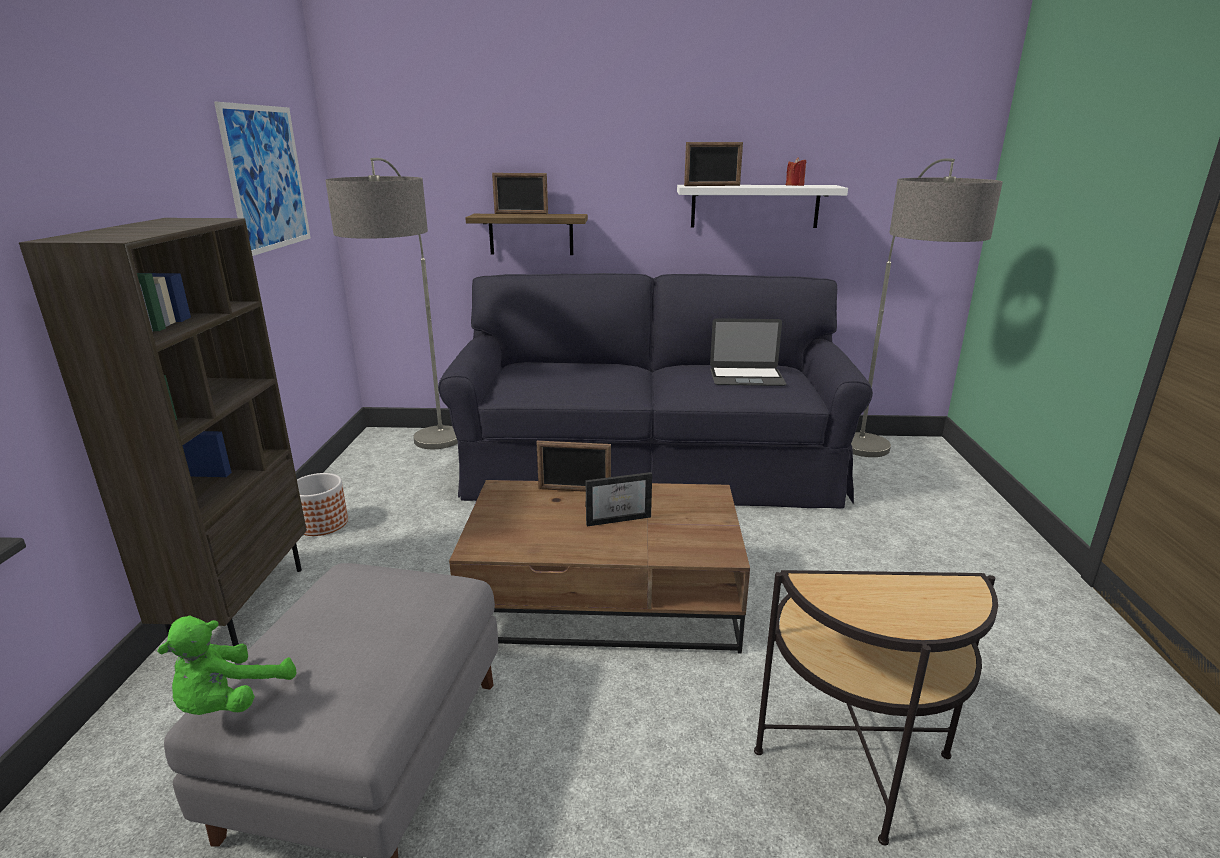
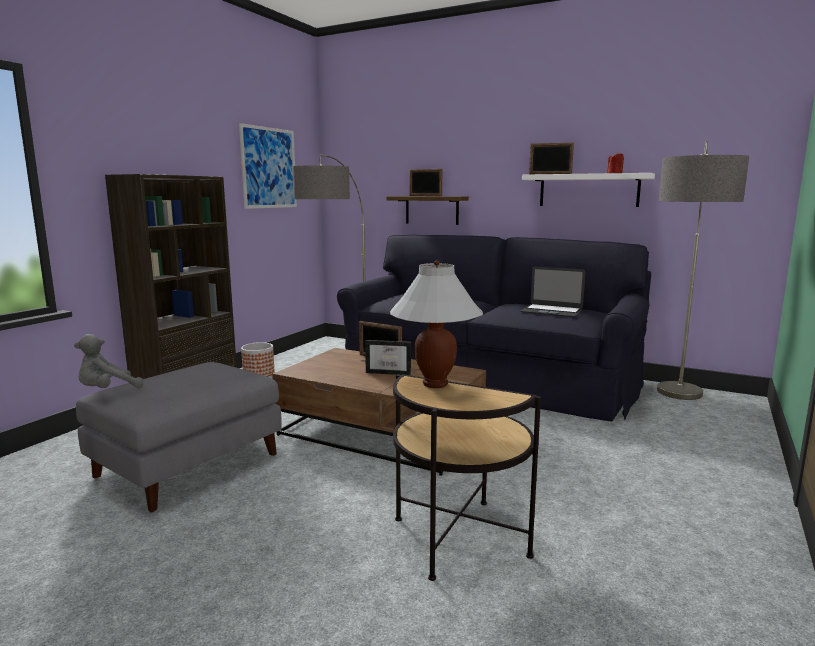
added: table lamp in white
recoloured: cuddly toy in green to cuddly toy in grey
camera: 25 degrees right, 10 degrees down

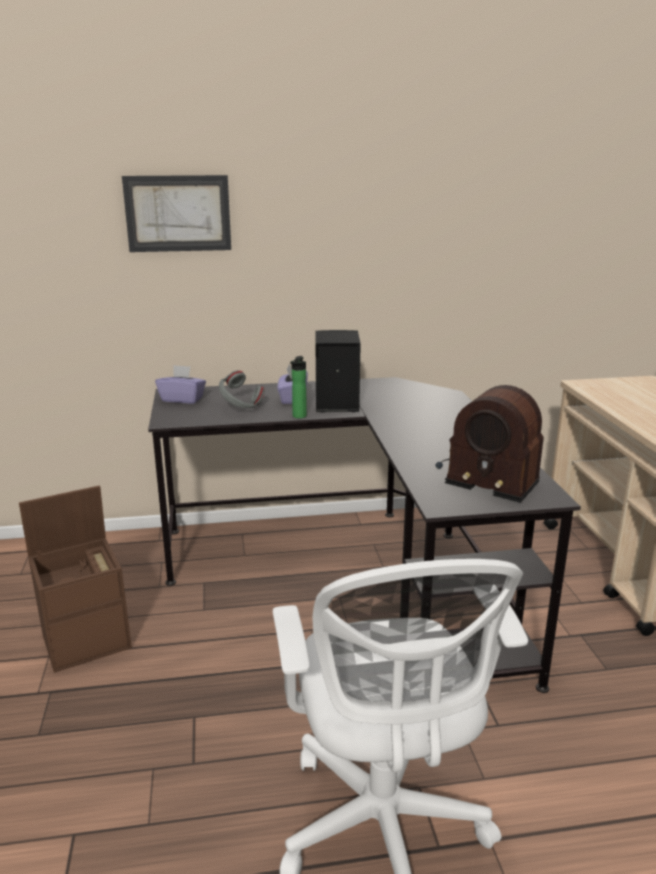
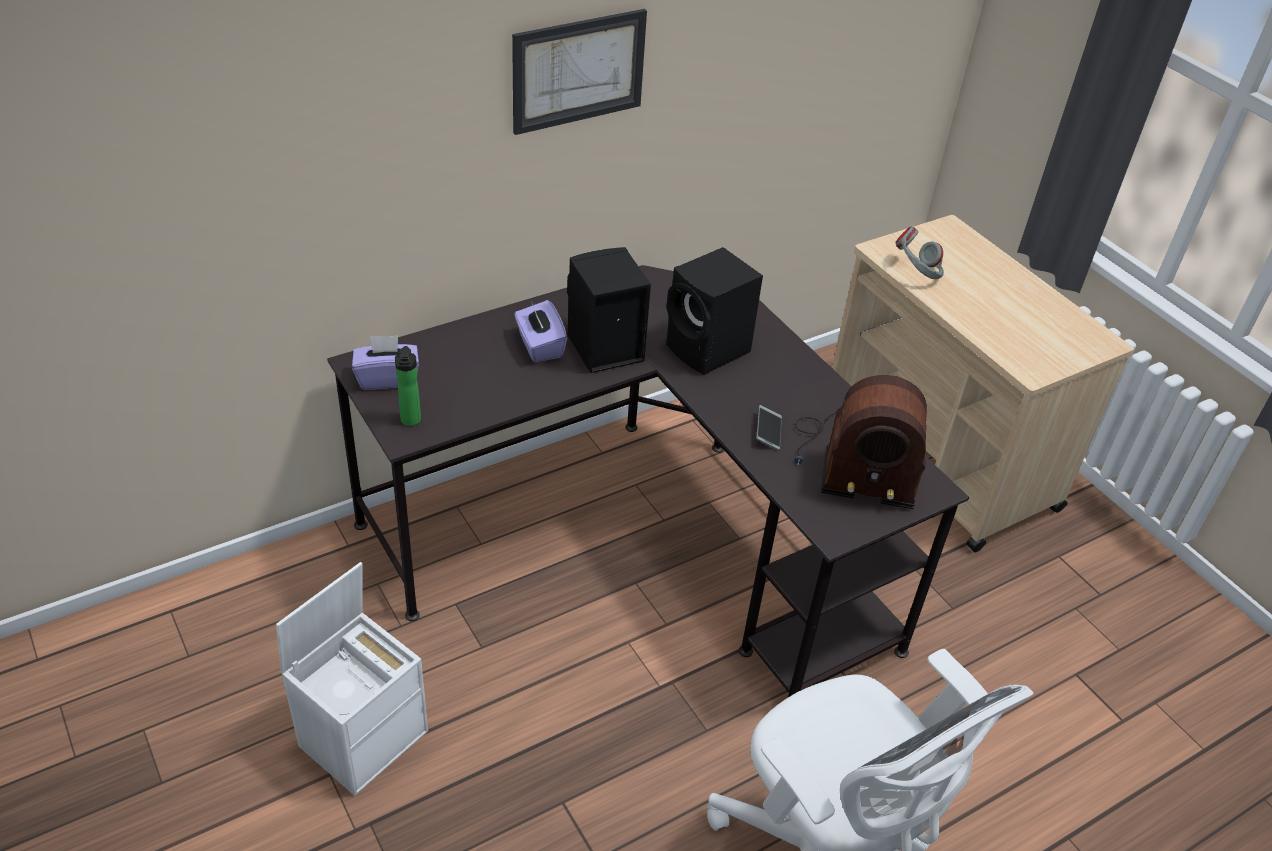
added: speaker in black (2nd from left); handset
moved: wall picture; headset in grey; bottle
recoloured: storage container in brownish to storage container in white
camera: 25 degrees left, 20 degrees up

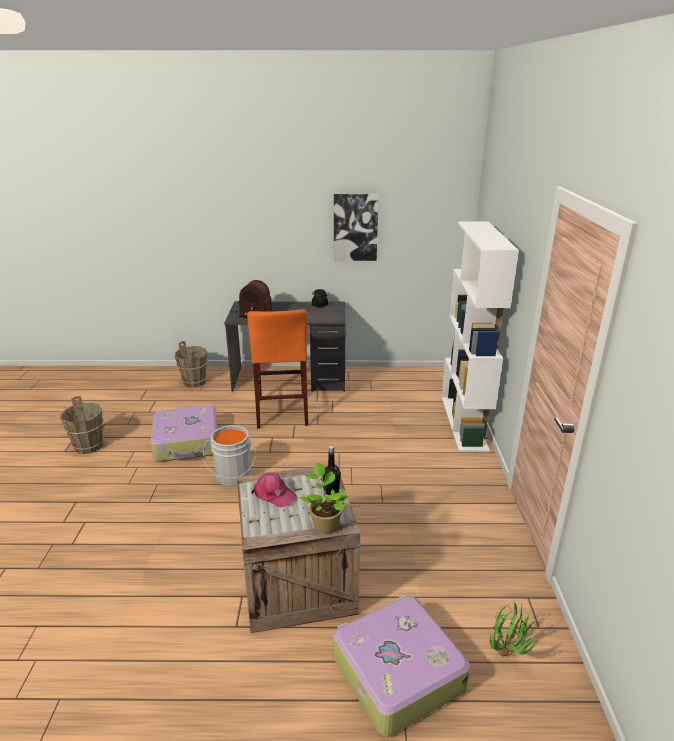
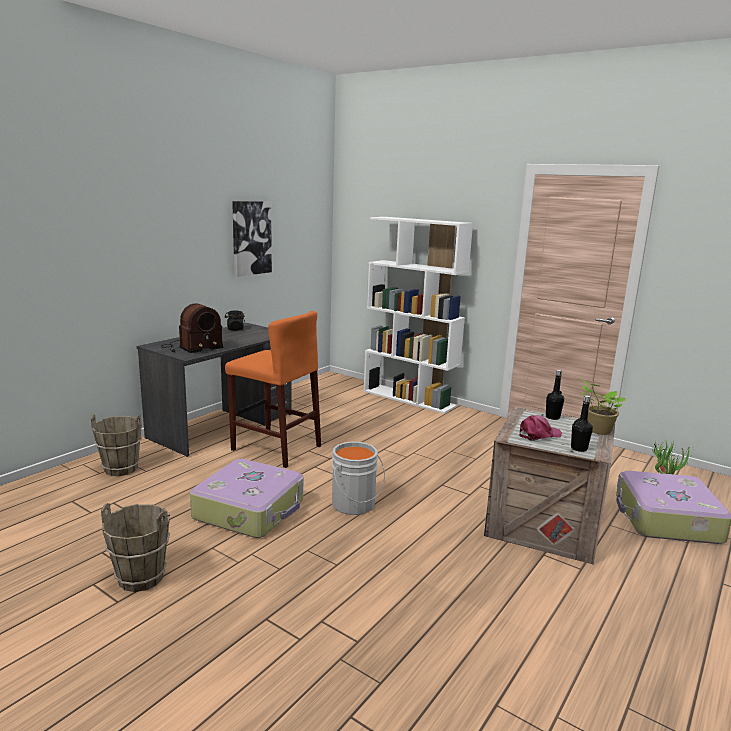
added: bottle in black (2nd from left)
camera: 55 degrees left, 10 degrees down

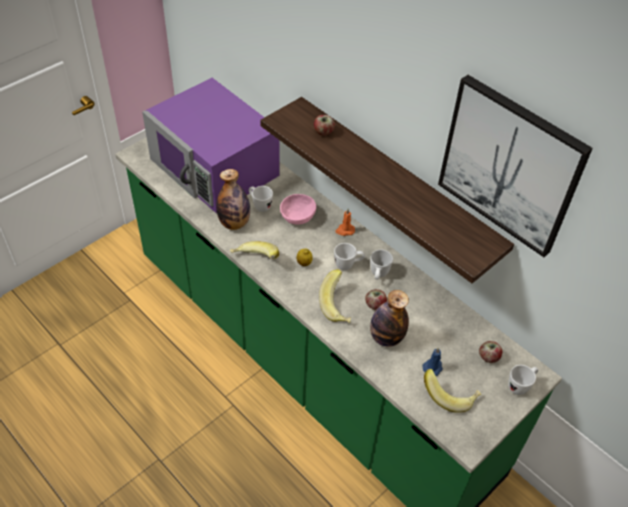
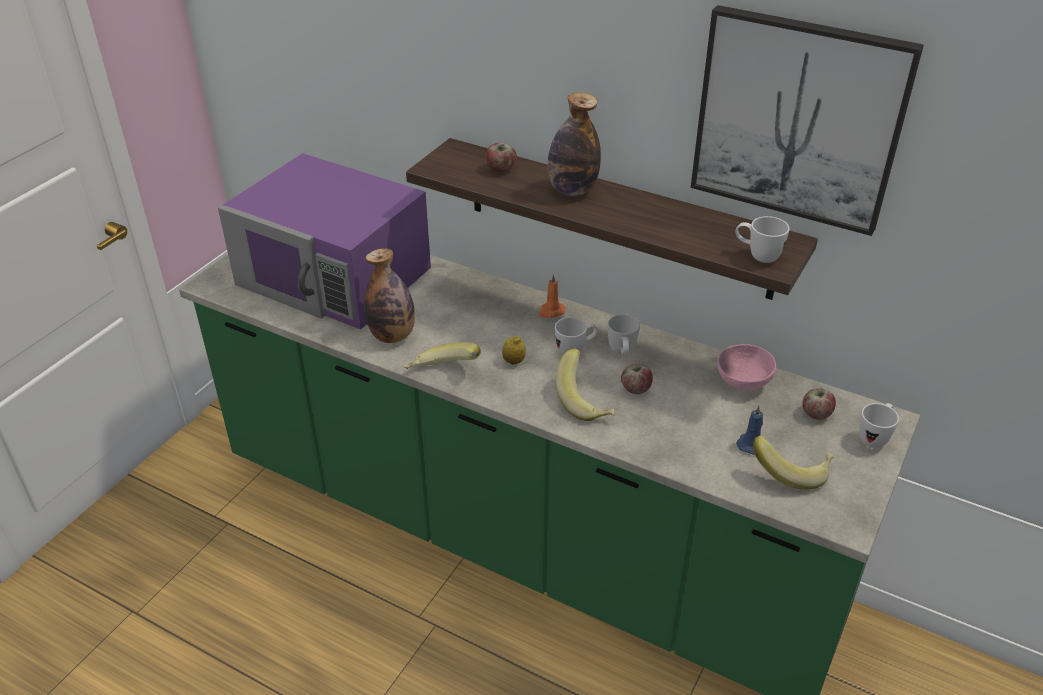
moved: tea mug in white (1st from left in the first image) to tea mug in white (3rd from left); deep dish in pinkish; bottle (2nd from left)
camera: 15 degrees left, 10 degrees down

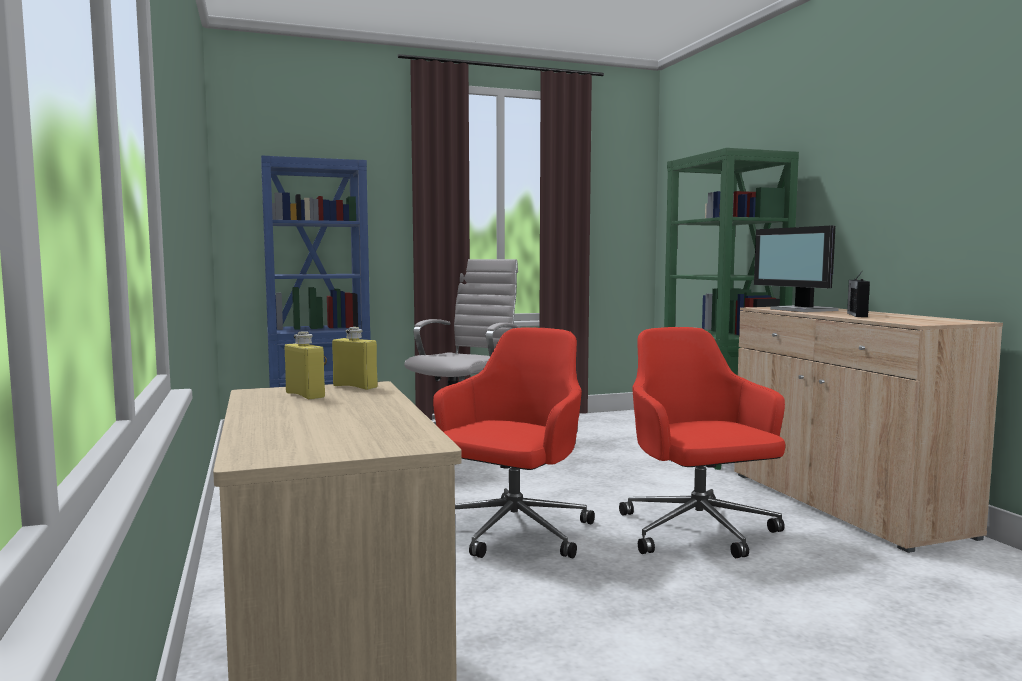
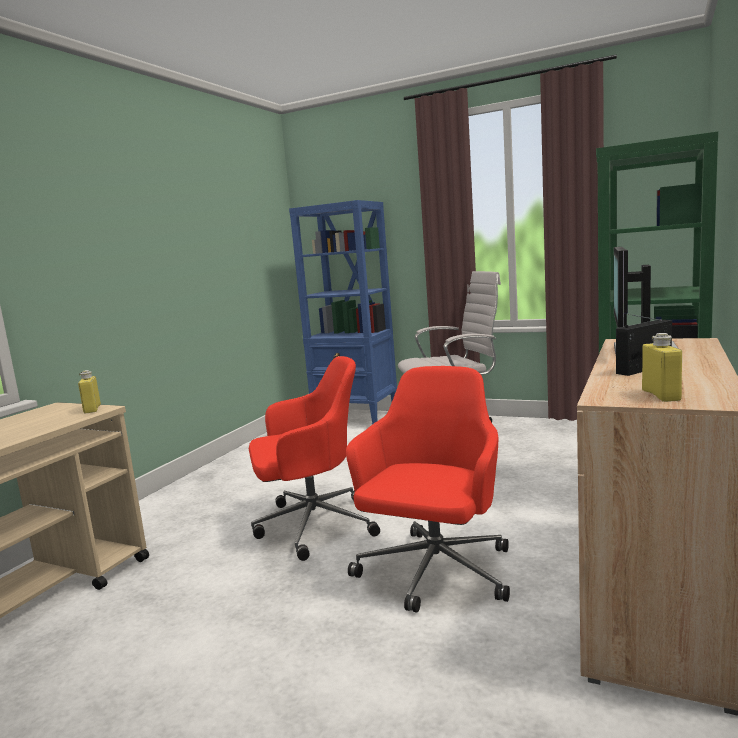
moved: bottle in yellow-coloured (1st from left in the first image) to bottle in yellow-coloured (2nd from left)
camera: 45 degrees right, 5 degrees up

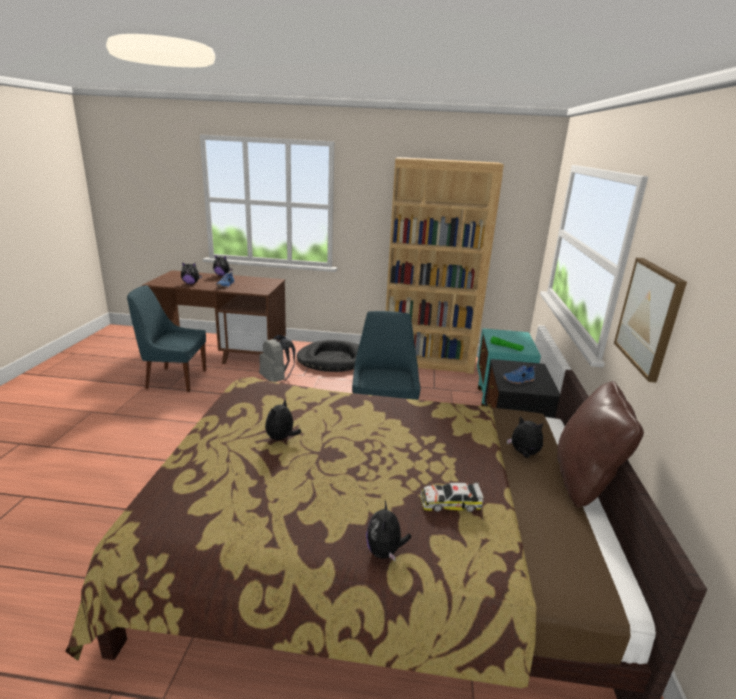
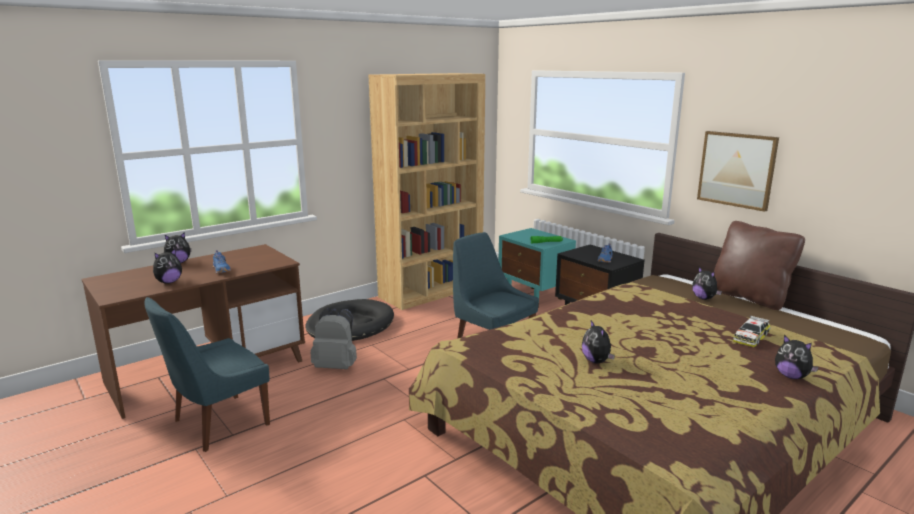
turned: cuddly toy (5th from left in the first image) 105 degrees counterclockwise
camera: 45 degrees left, 5 degrees down

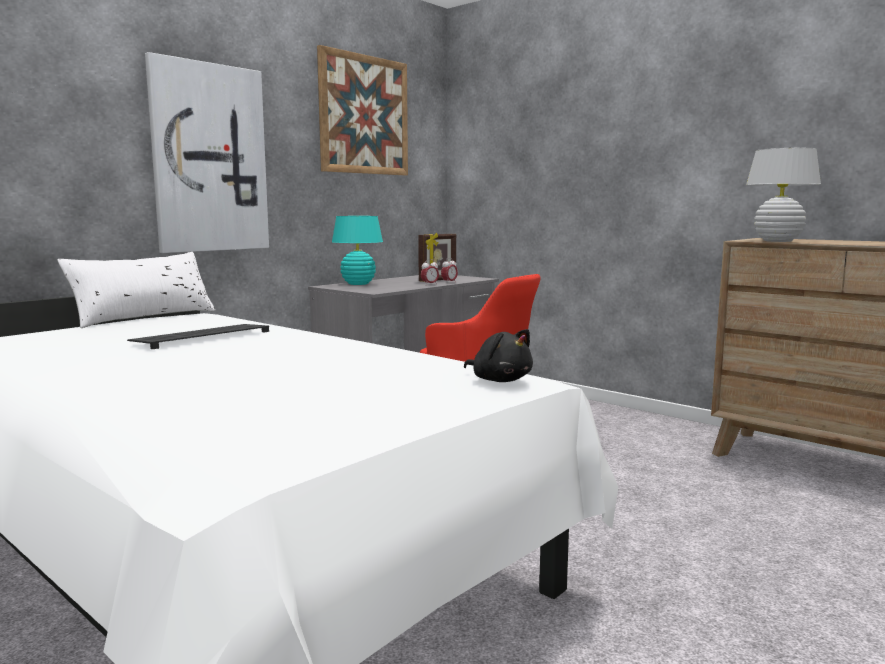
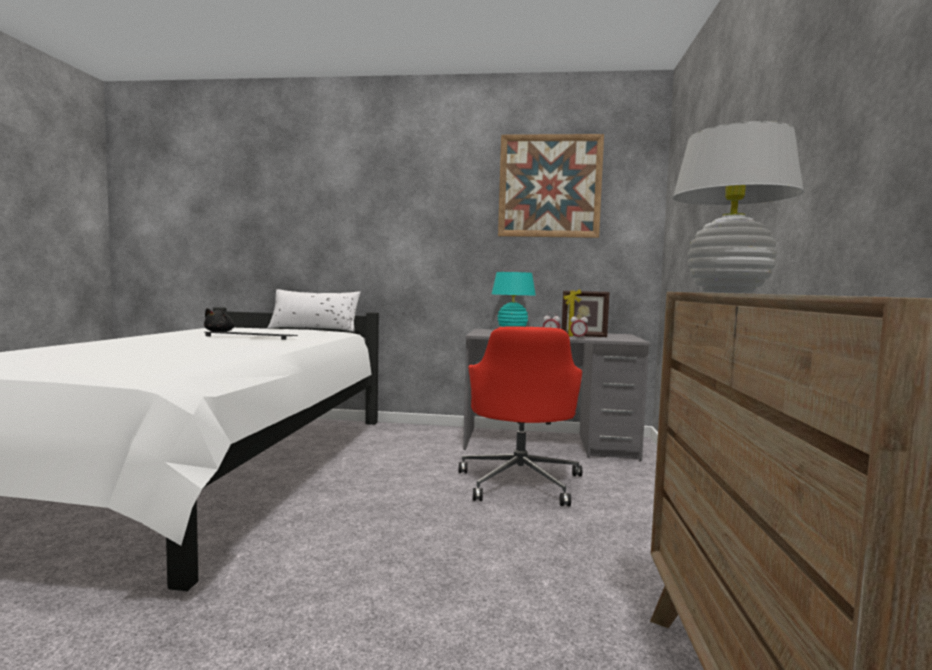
removed: wall picture (1st from left)
moved: cuddly toy in black
camera: 55 degrees right, 5 degrees down

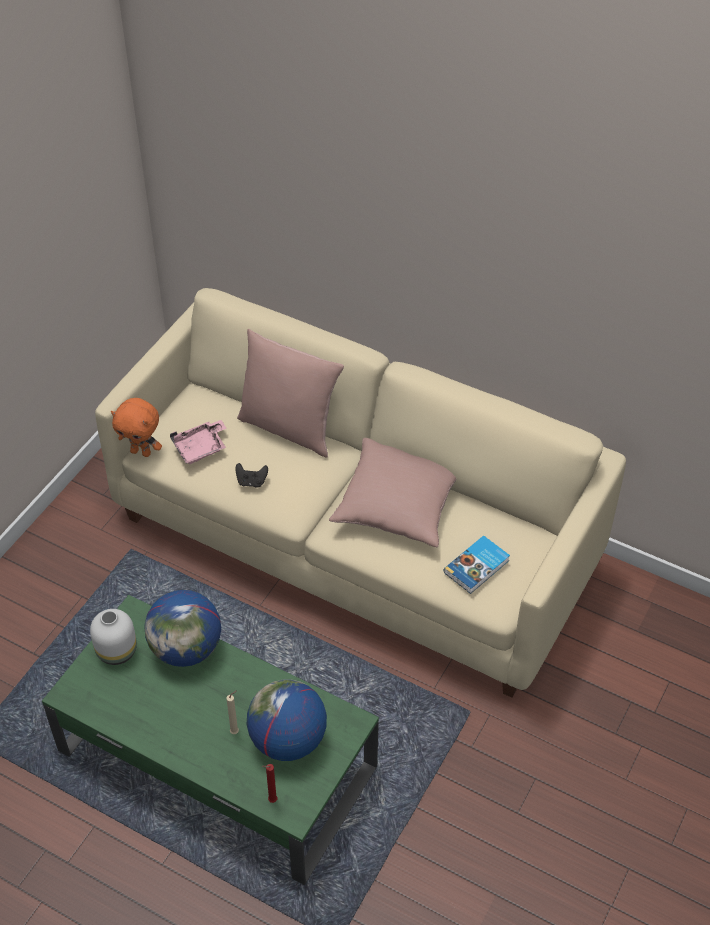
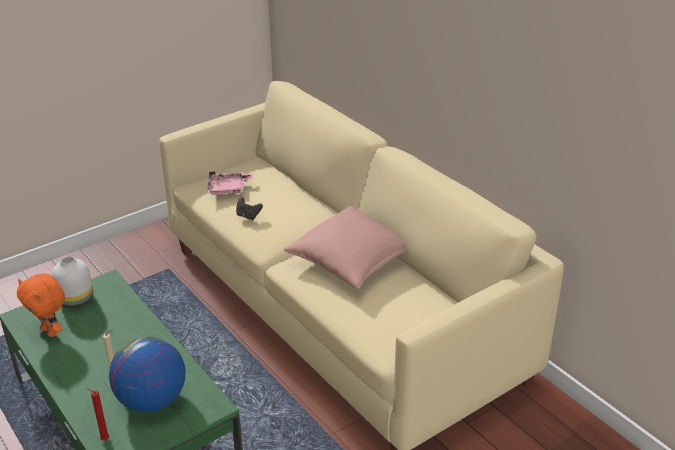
removed: globe (1st from left); pillow in pinkish (1st from left); book
moved: cuddly toy in orange-coloured
camera: 25 degrees right, 15 degrees down

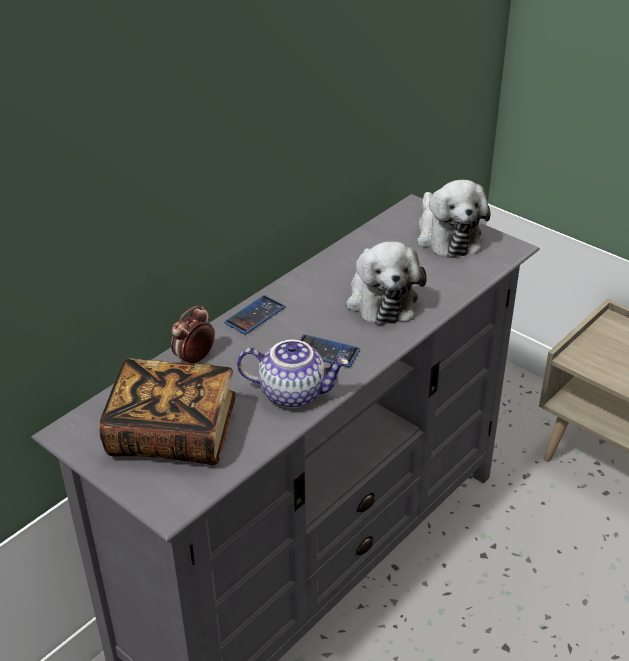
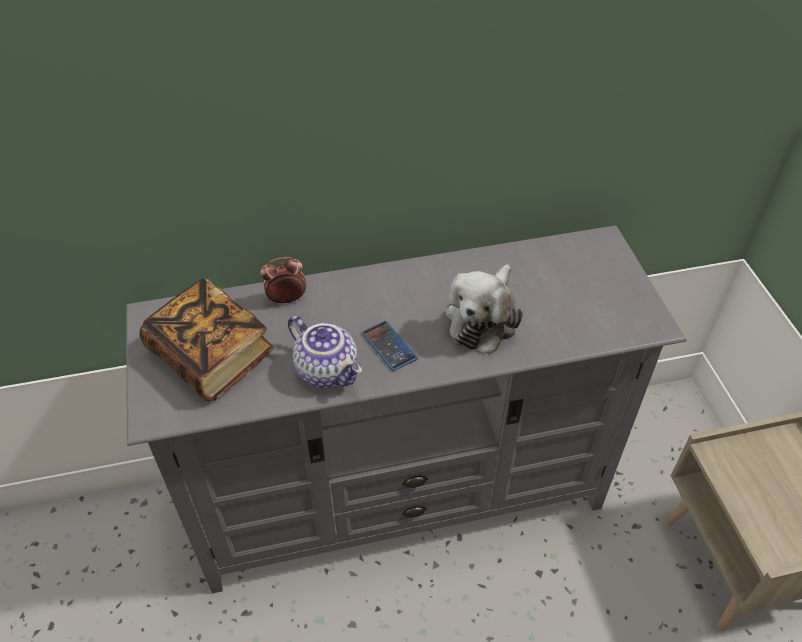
removed: handset (1st from left); cuddly toy (2nd from left)
camera: 35 degrees right, 10 degrees up

